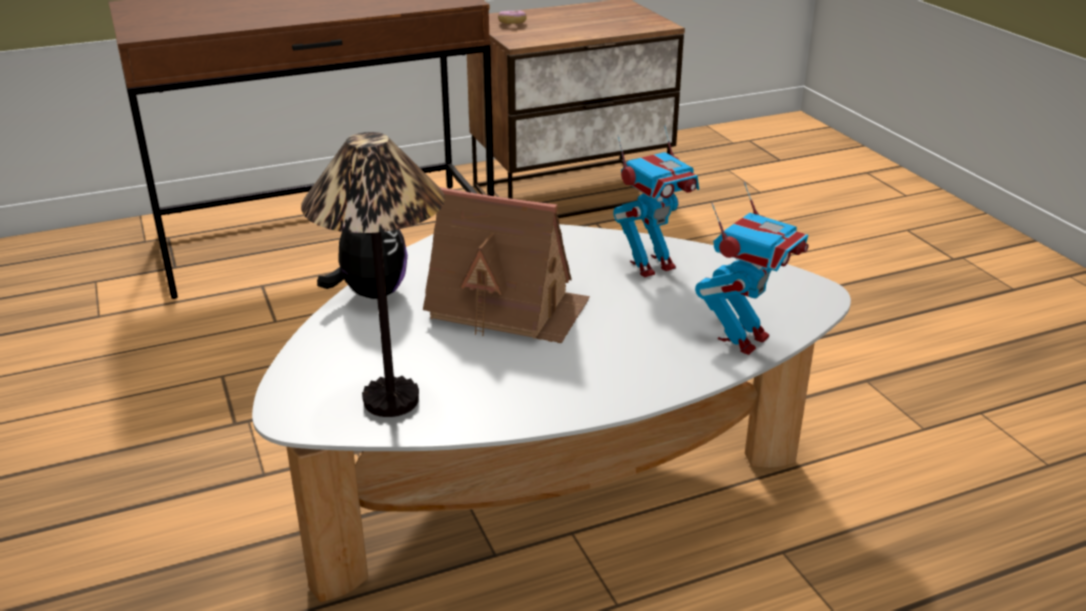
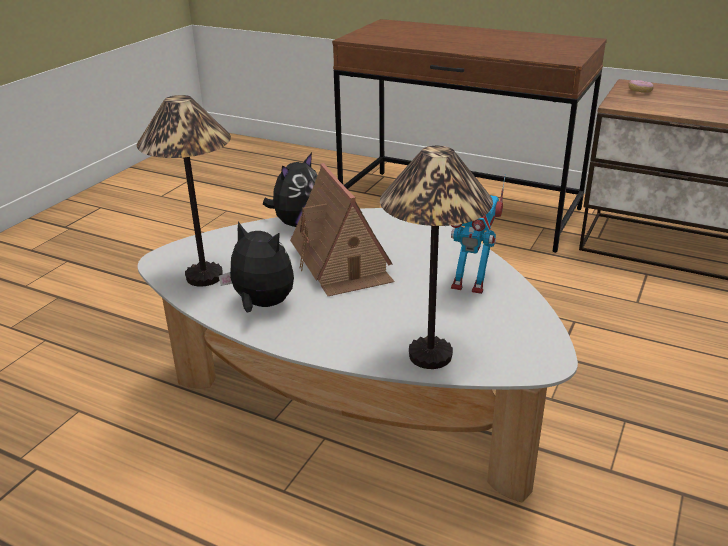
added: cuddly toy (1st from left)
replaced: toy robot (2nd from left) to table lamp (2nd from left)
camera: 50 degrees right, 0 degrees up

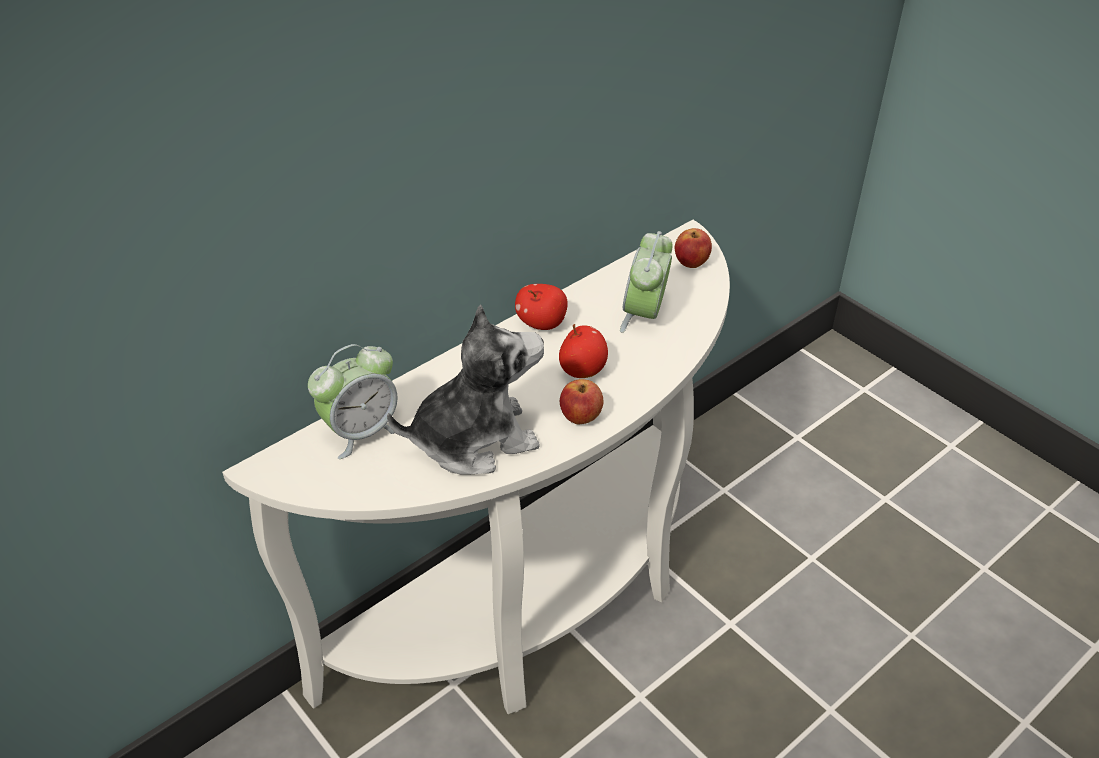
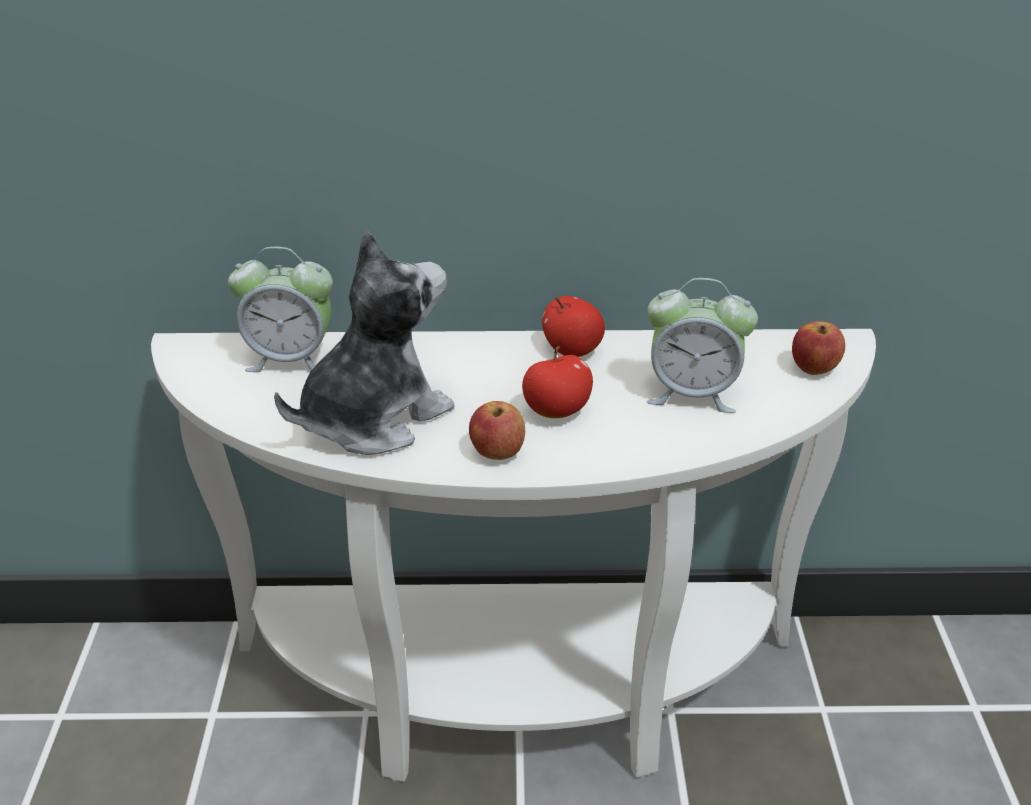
turned: cuddly toy 60 degrees counterclockwise; table clock (2nd from left) 135 degrees counterclockwise
camera: 40 degrees right, 5 degrees down

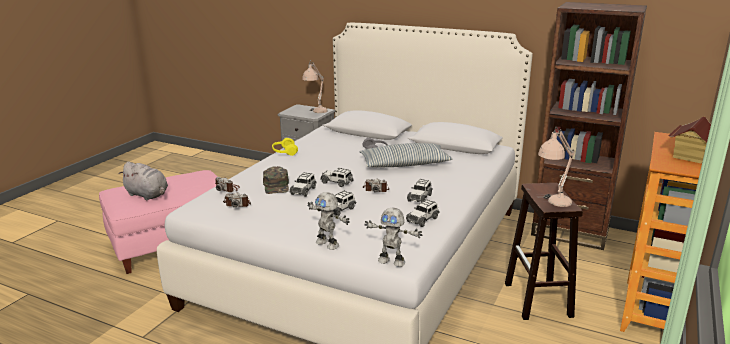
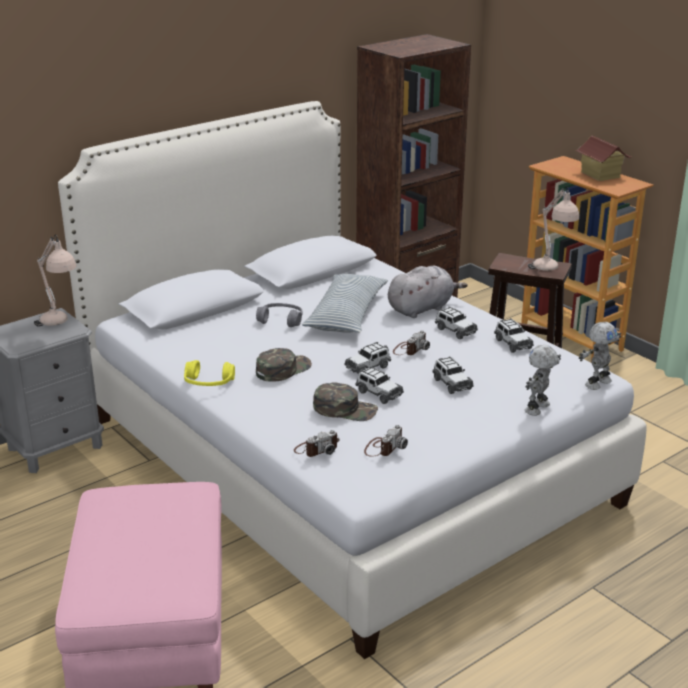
added: cap in green (1st from left)
moved: cuddly toy in grey
turned: toy robot (1st from left) 150 degrees clockwise
camera: 65 degrees left, 5 degrees up

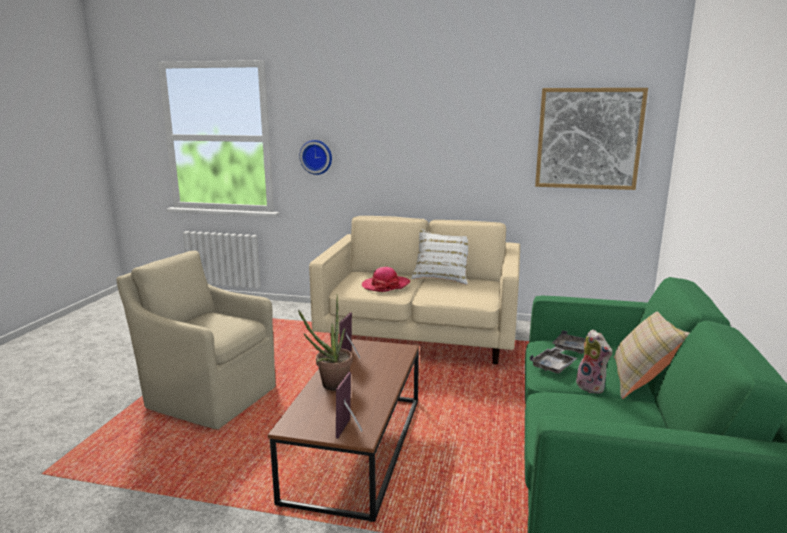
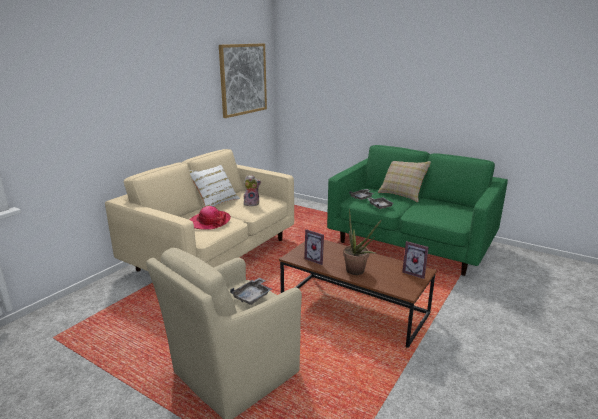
removed: clock on the wall
added: serving tray in grey (1st from left)
moved: cuddly toy
camera: 70 degrees left, 5 degrees up

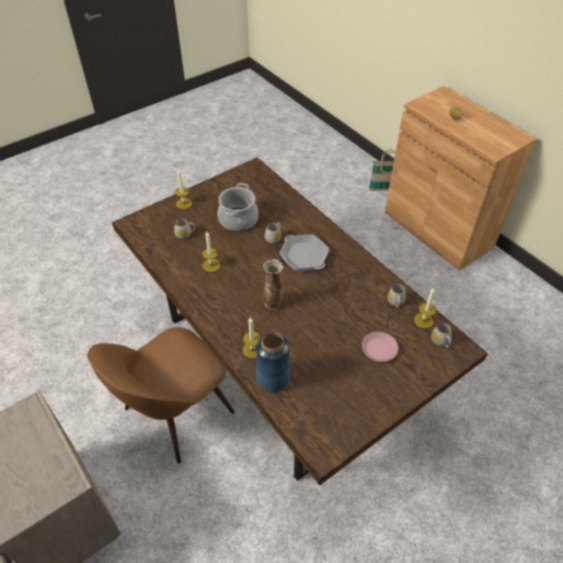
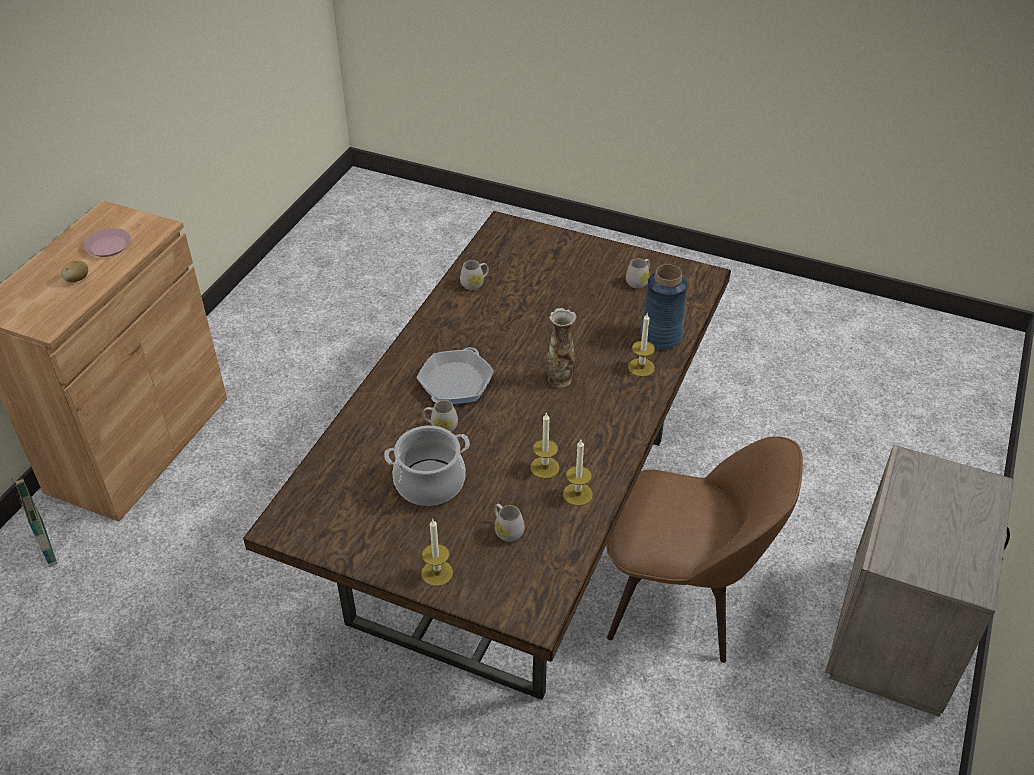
moved: plate in pinkish; candle (4th from left in the first image) to candle (3rd from left); tea mug in white (4th from left)
camera: 120 degrees left, 5 degrees down

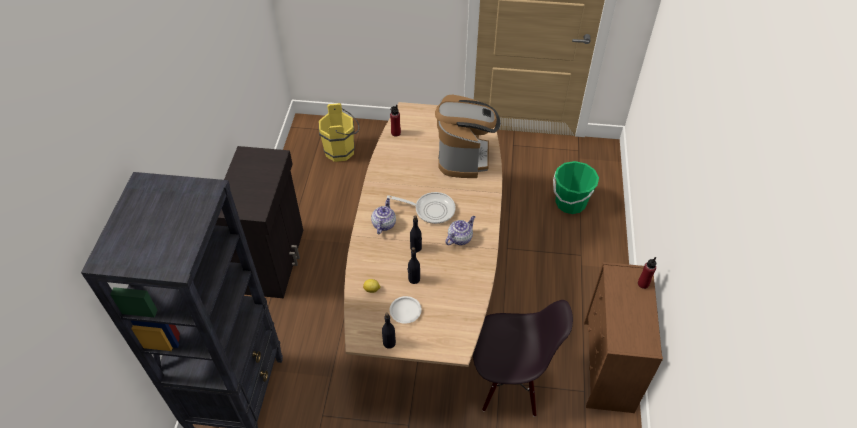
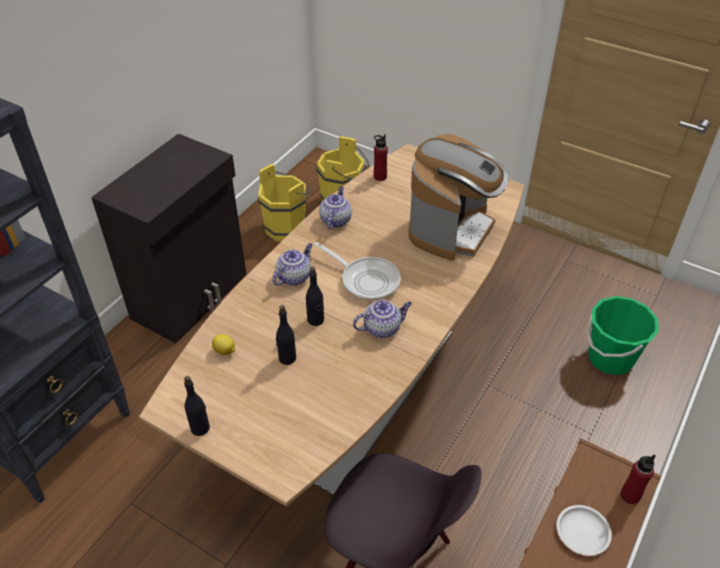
added: water bucket in yellow-coloured (1st from left); teapot (2nd from left)
moved: plate in white
camera: 25 degrees right, 5 degrees down

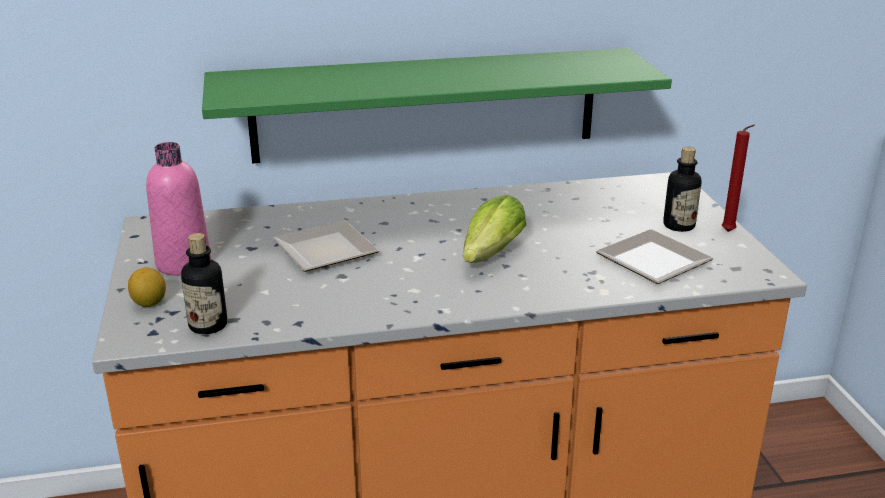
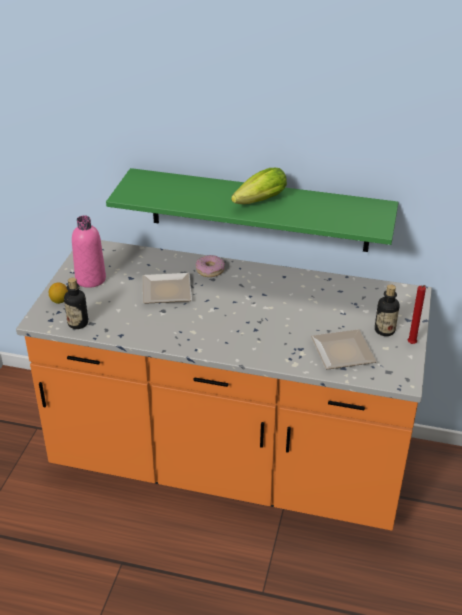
added: donut
moved: lettuce
camera: 25 degrees right, 10 degrees up

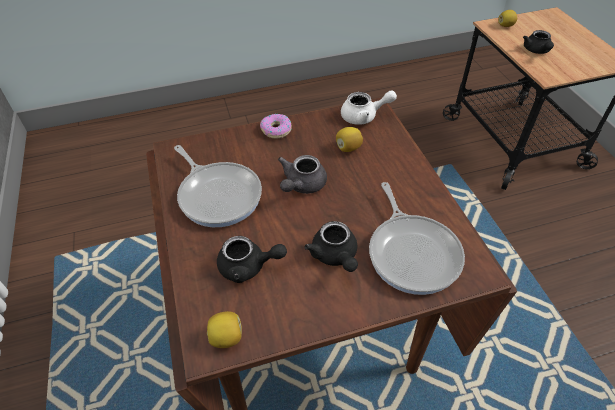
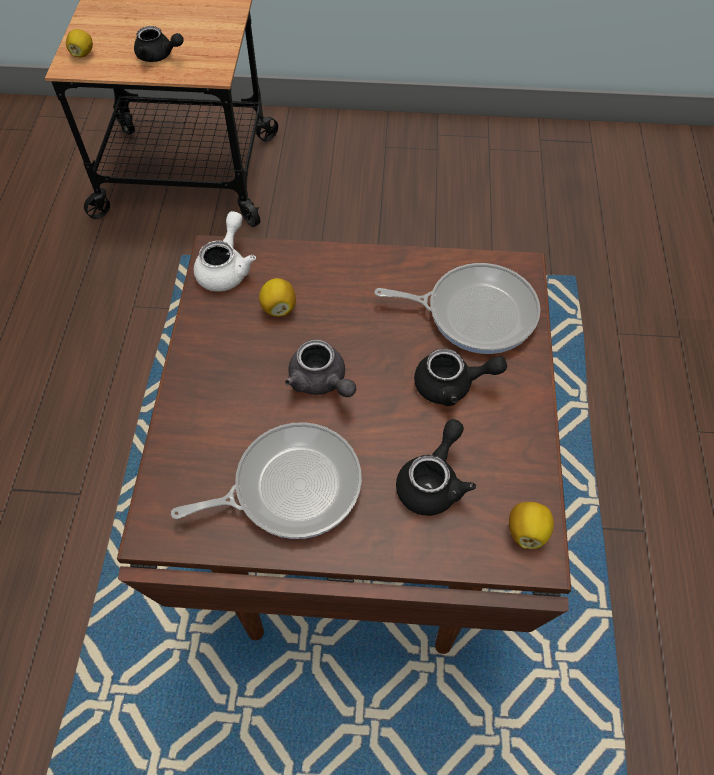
removed: donut
camera: 70 degrees left, 10 degrees up

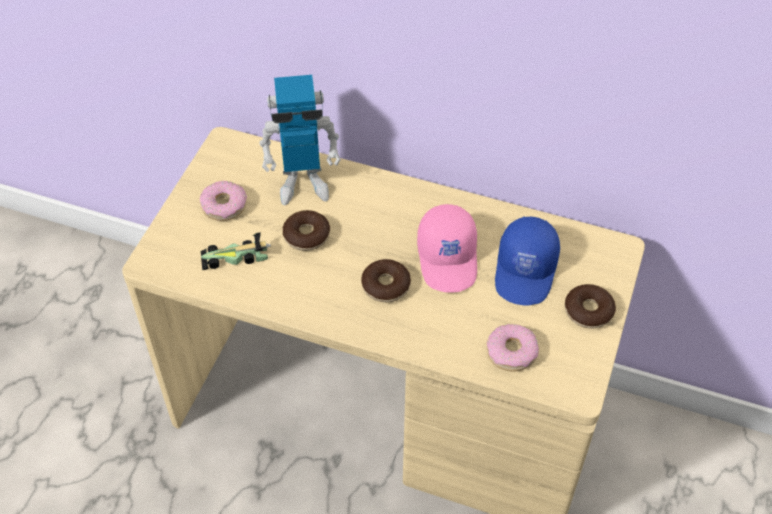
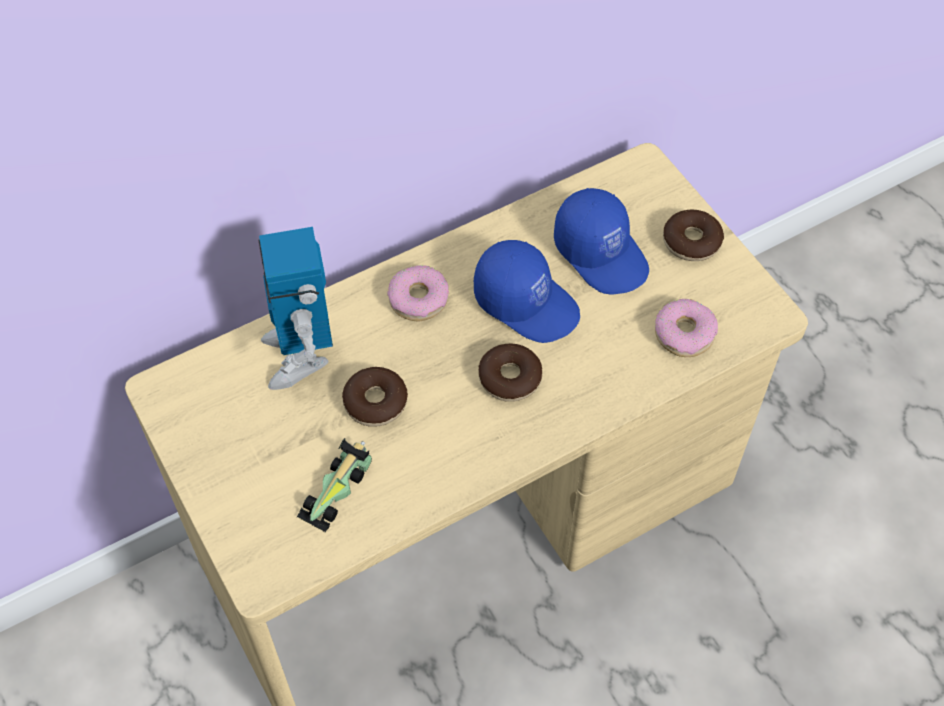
moved: donut (1st from left in the first image) to donut (2nd from left)
recoloured: cap in pinkish to cap in blue (1st from left)
turned: toy robot 135 degrees clockwise
camera: 50 degrees left, 5 degrees up

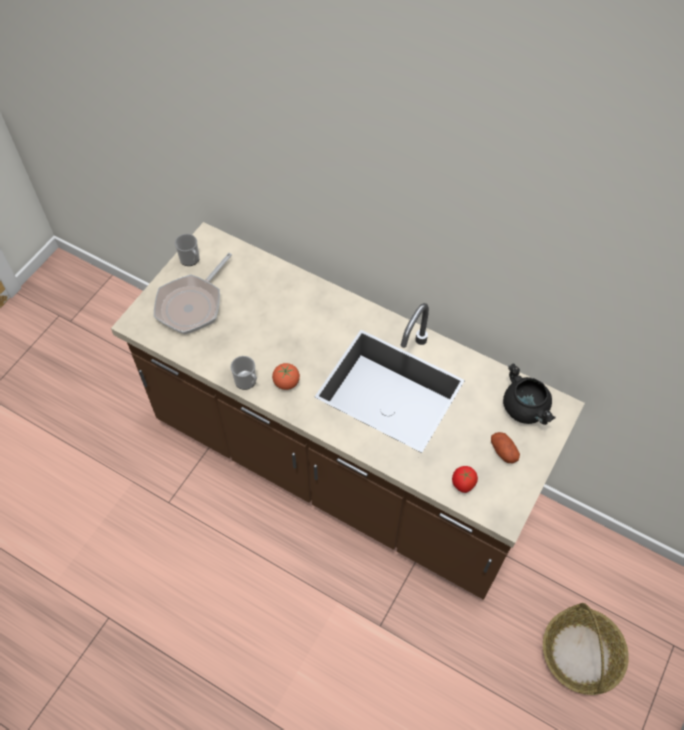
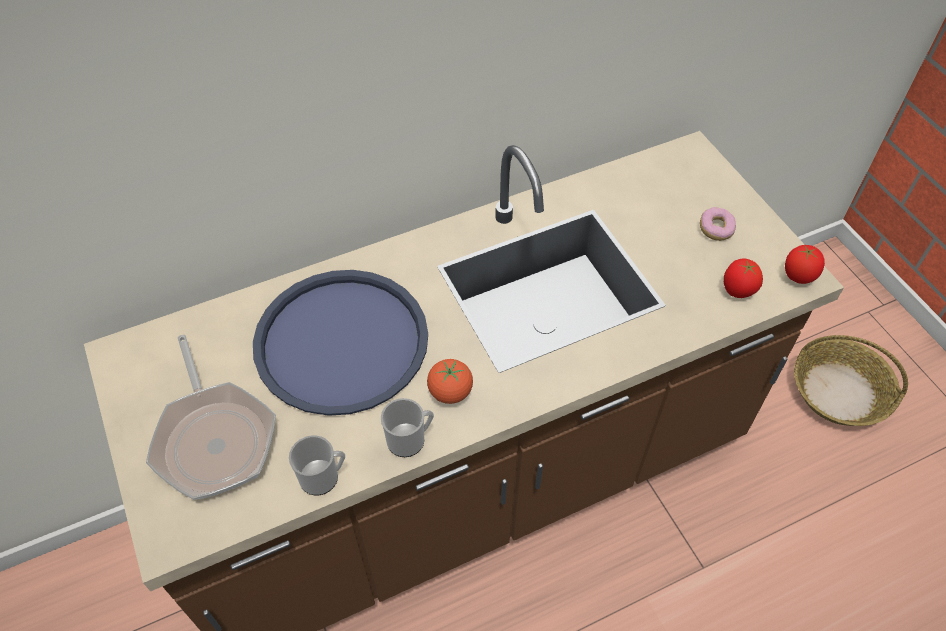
removed: cooking pot in black
added: serving tray in blue; whole tomato (3rd from left)
moved: tea mug (1st from left)
replaced: whole potato to donut
camera: 55 degrees left, 5 degrees down

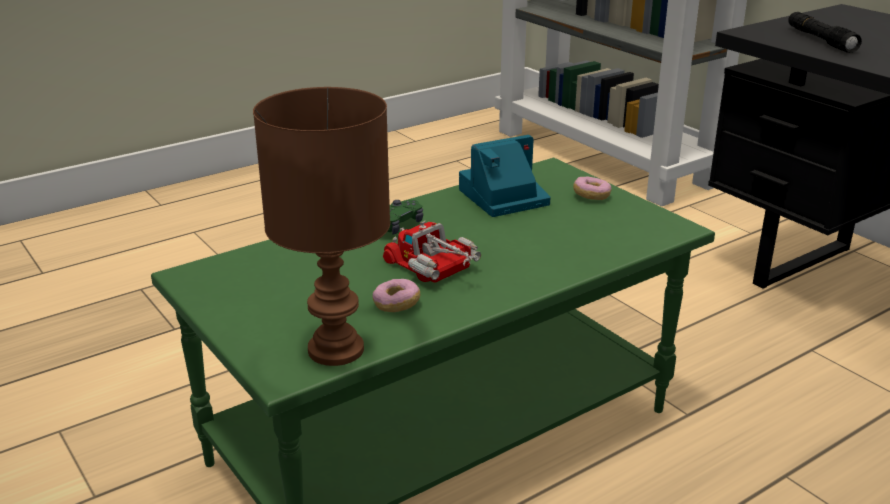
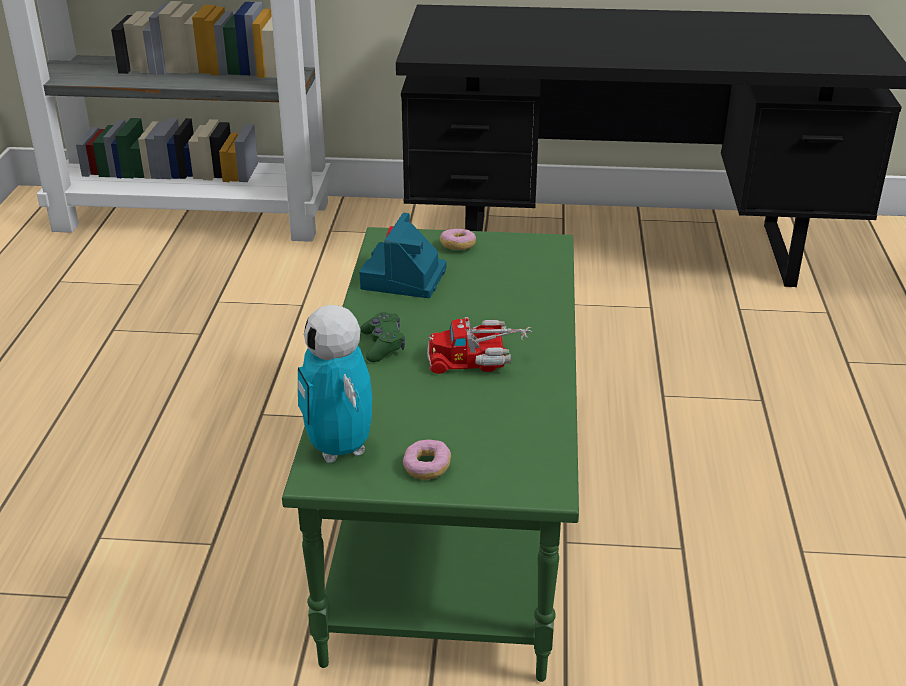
removed: table lamp in brownish; torch in black
added: toy robot
moved: donut (1st from left)
camera: 50 degrees left, 5 degrees up

